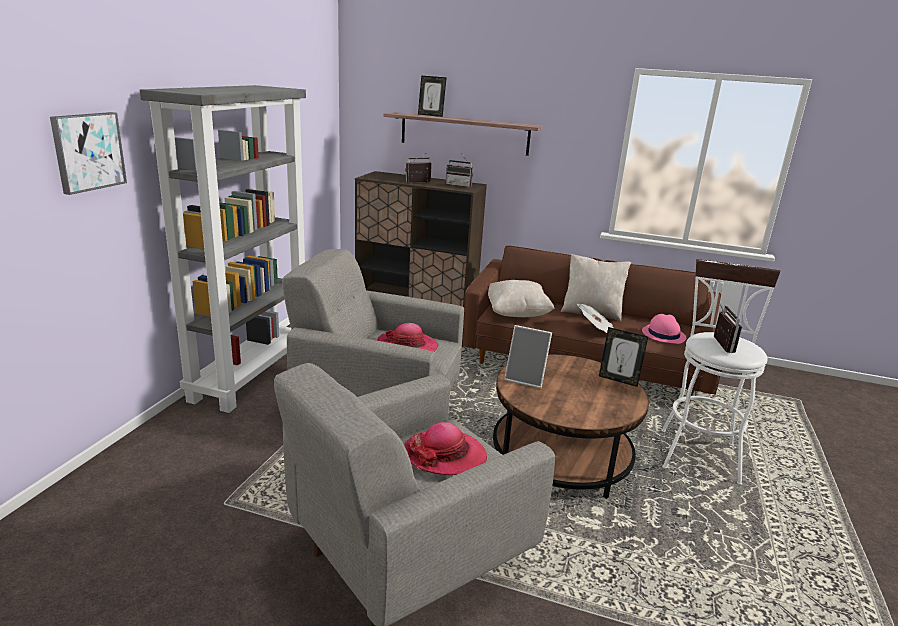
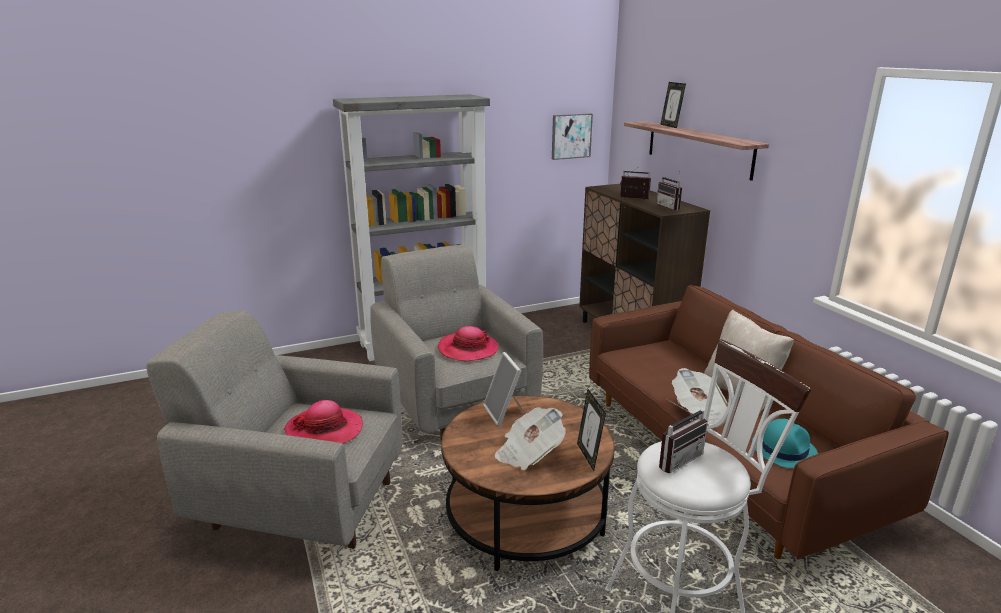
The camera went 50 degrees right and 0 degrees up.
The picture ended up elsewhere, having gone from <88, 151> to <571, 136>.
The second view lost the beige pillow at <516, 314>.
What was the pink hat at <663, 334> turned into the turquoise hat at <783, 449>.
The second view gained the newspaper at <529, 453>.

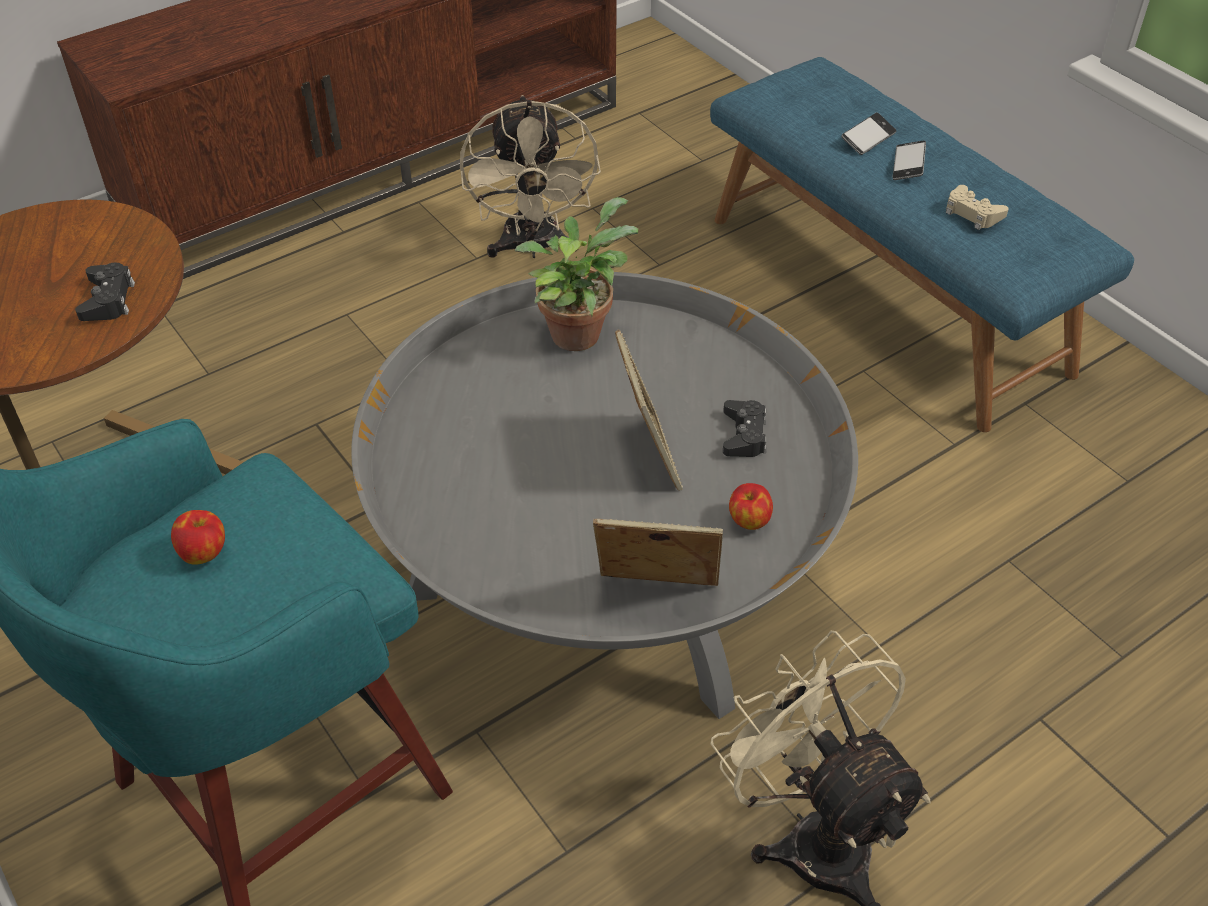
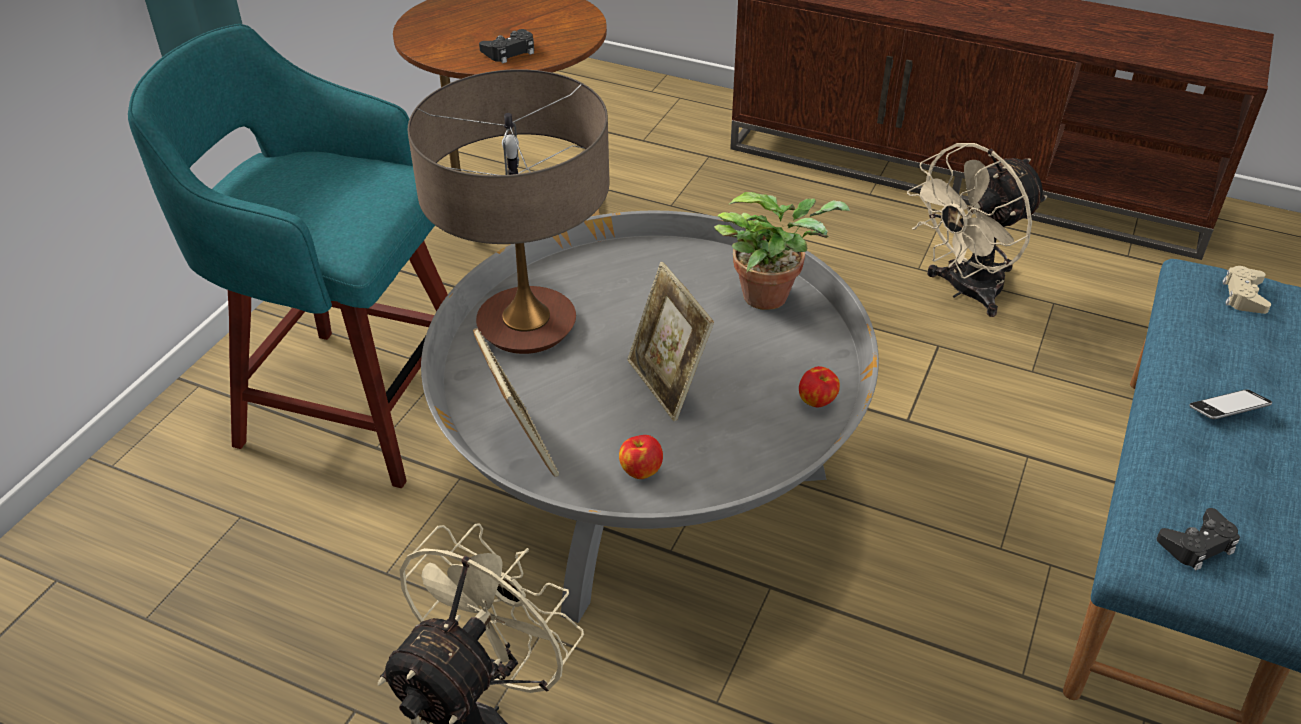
The camera went 60 degrees right and 5 degrees down.
The second view lost the phone at <868, 138>.
The beige game controller ended up elsewhere, having gone from <972, 213> to <1243, 296>.
The picture frame at <647, 454> ended up facing another way, 105 degrees clockwise from before.
The black game controller ended up elsewhere, having gone from <744, 435> to <1197, 545>.
The apple ended up elsewhere, having gone from <204, 553> to <817, 401>.
The second view gained the table lamp at <527, 326>.

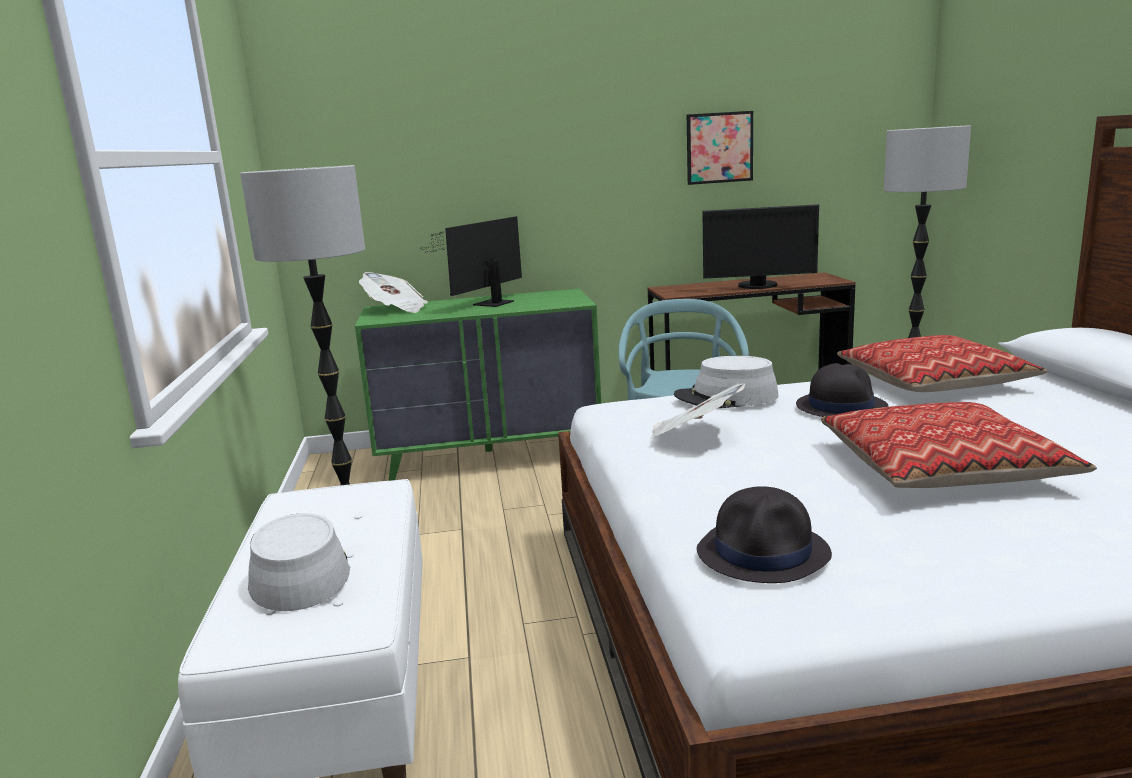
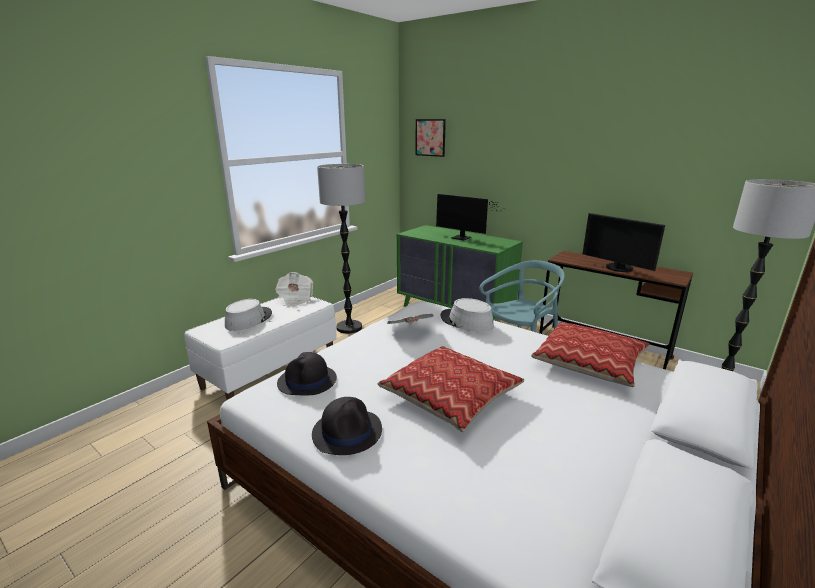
The camera went 45 degrees right and 5 degrees up.
The picture ended up elsewhere, having gone from <719, 148> to <430, 137>.
The monitor at <488, 304> ended up facing another way, 135 degrees counterclockwise from before.
The newspaper ended up elsewhere, having gone from <396, 309> to <295, 299>.
The black hat ended up elsewhere, having gone from <840, 407> to <347, 432>.

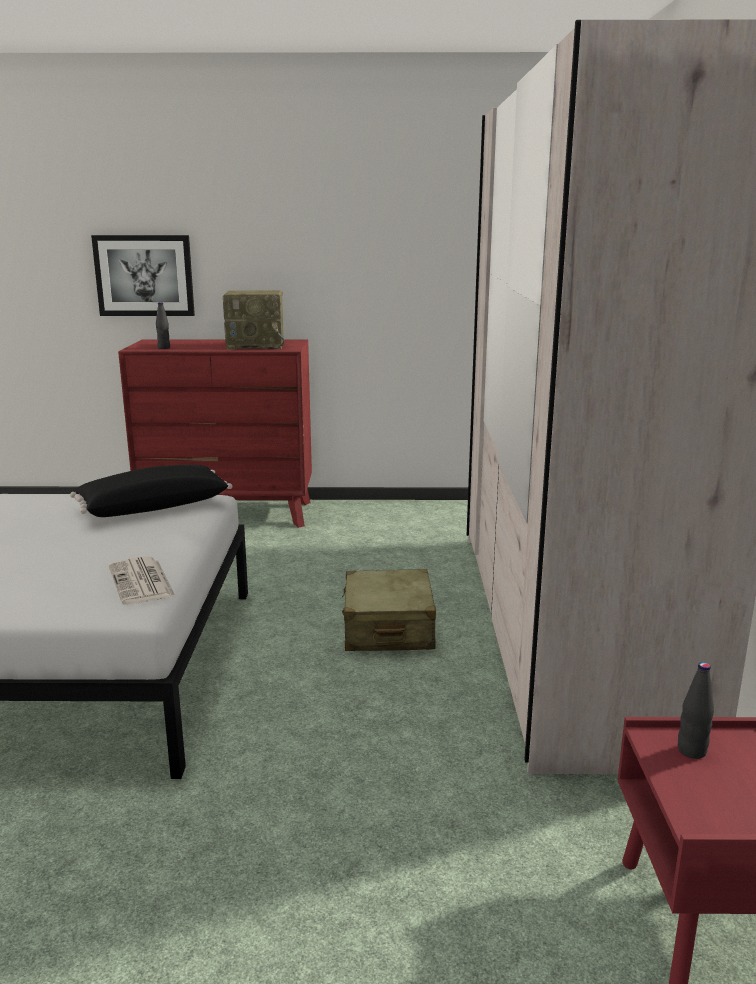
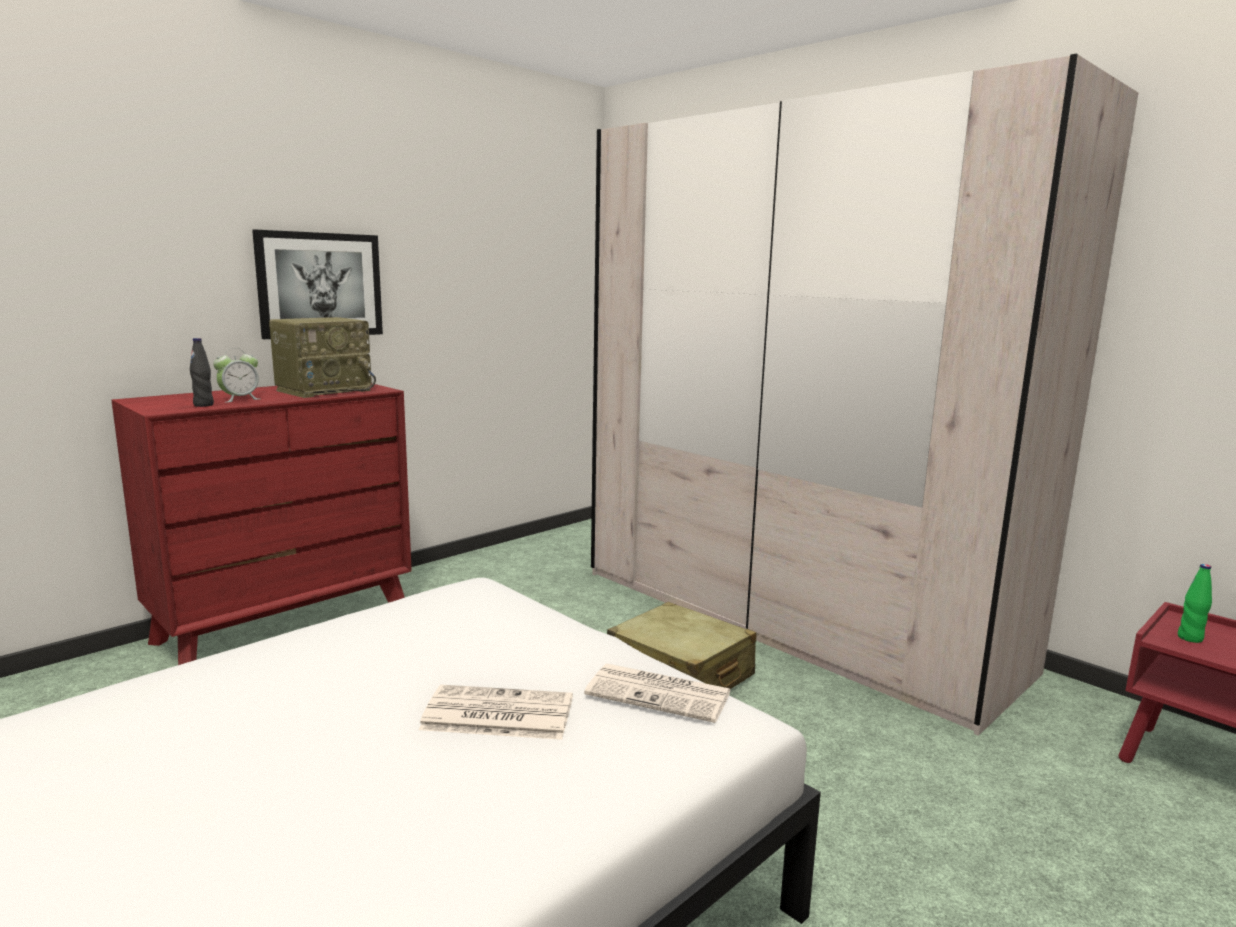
The camera went 45 degrees left and 5 degrees down.
The picture ended up elsewhere, having gone from <144, 275> to <320, 285>.
The second view lost the black pillow at <153, 507>.
What was the black bottle at <691, 751> turned into the green bottle at <1190, 638>.
The second view gained the alarm clock at <239, 399>.
The second view gained the newspaper at <496, 714>.

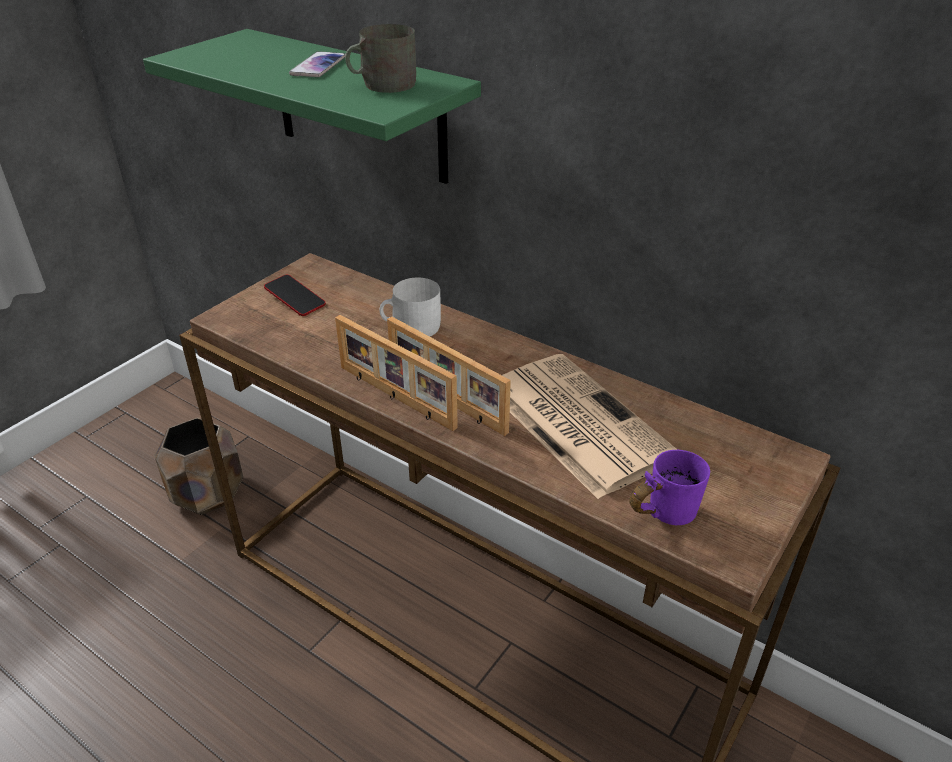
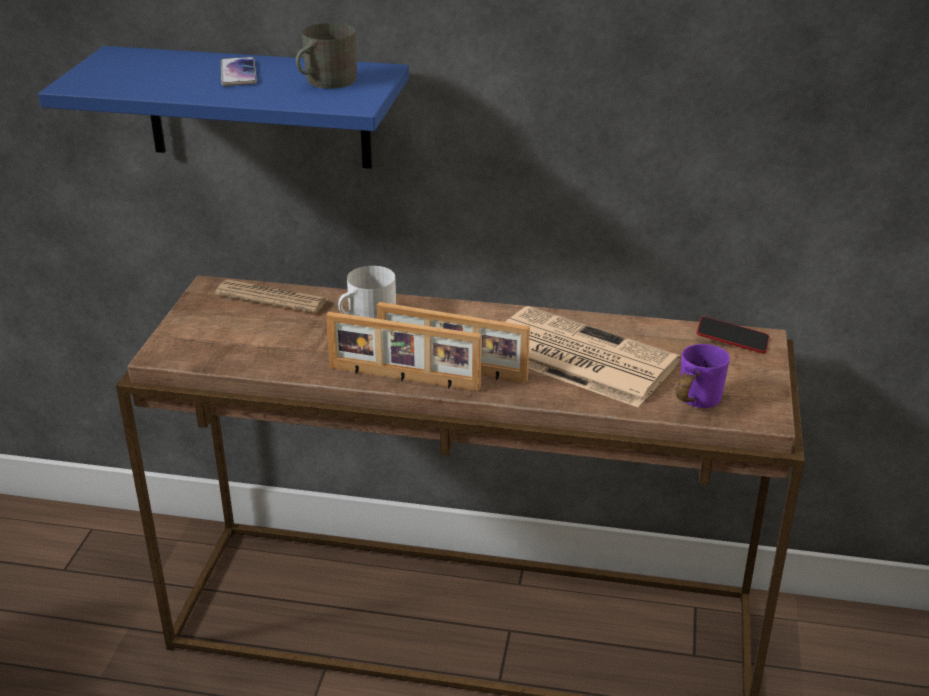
The camera went 25 degrees left and 5 degrees down.
What was the green shelf at <359, 106> turned into the blue shelf at <258, 108>.
The phone ended up elsewhere, having gone from <295, 299> to <732, 339>.
The second view lost the brown planter at <208, 494>.
The second view gained the newspaper at <272, 298>.

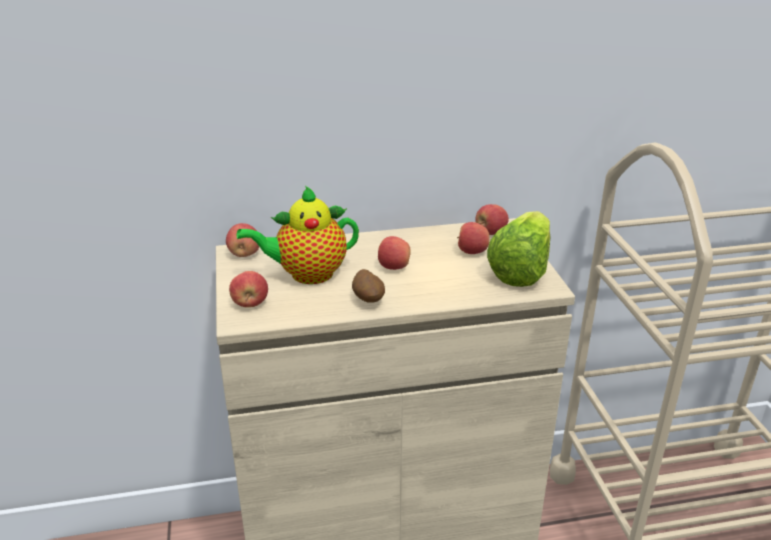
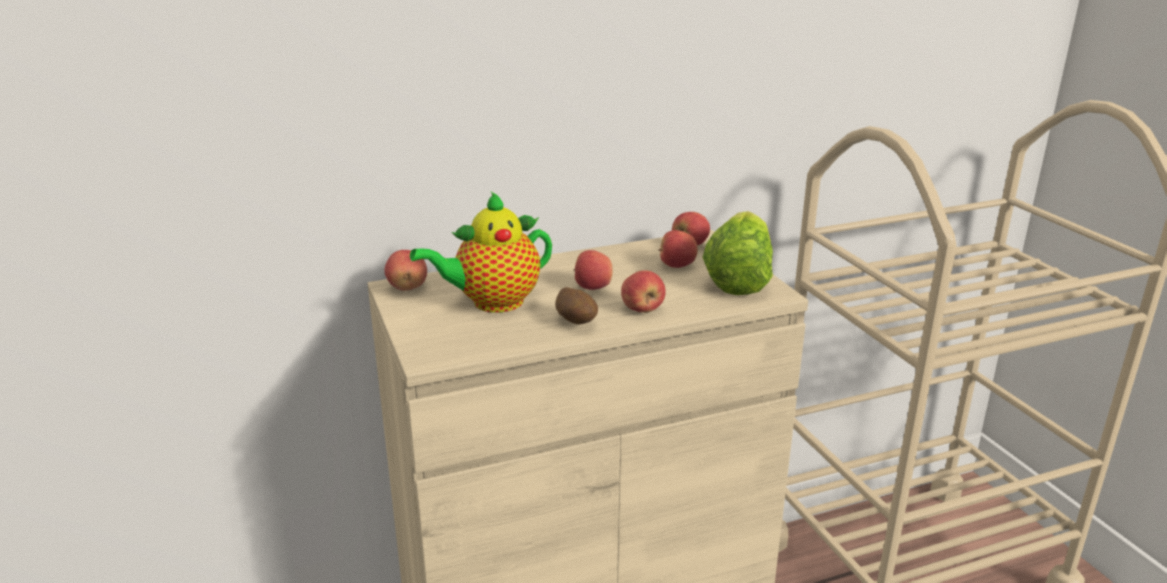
The camera went 10 degrees left and 5 degrees down.
The apple ended up elsewhere, having gone from <250, 303> to <642, 309>.

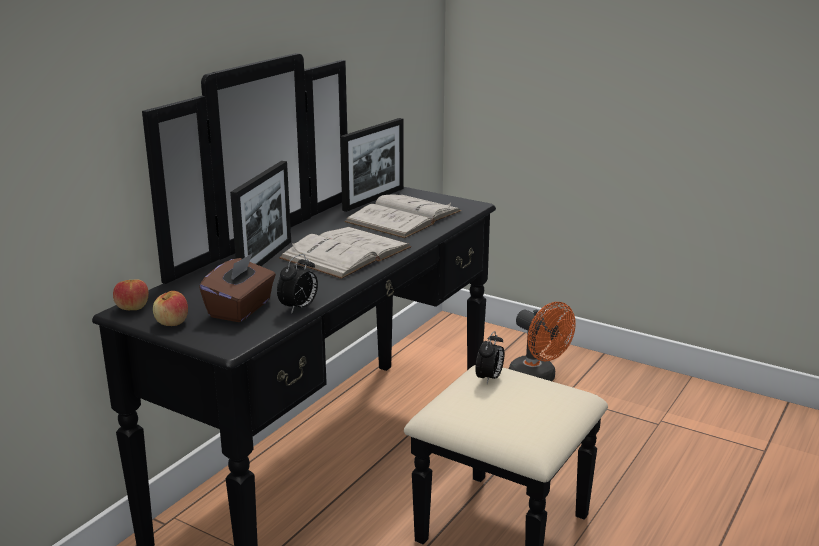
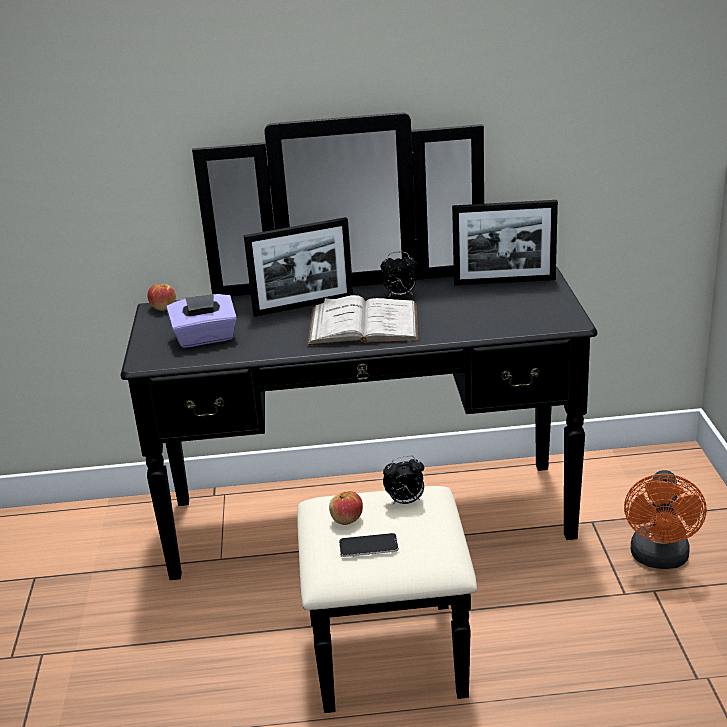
The camera went 55 degrees right and 5 degrees up.
The second view lost the white book at <403, 216>.
What was the brown tissue box at <241, 309> turned into the purple tissue box at <205, 338>.
The alarm clock ended up elsewhere, having gone from <299, 308> to <400, 296>.
The apple ended up elsewhere, having gone from <172, 322> to <346, 519>.
The second view gained the phone at <368, 546>.

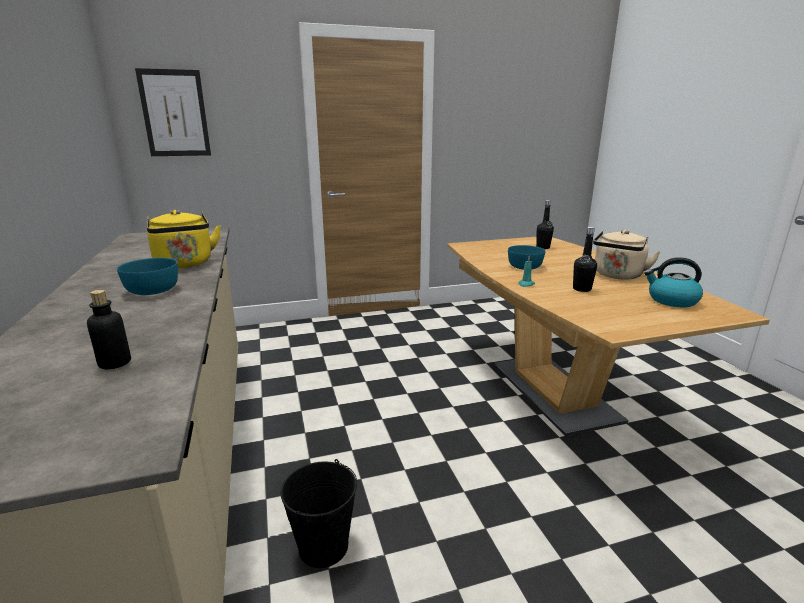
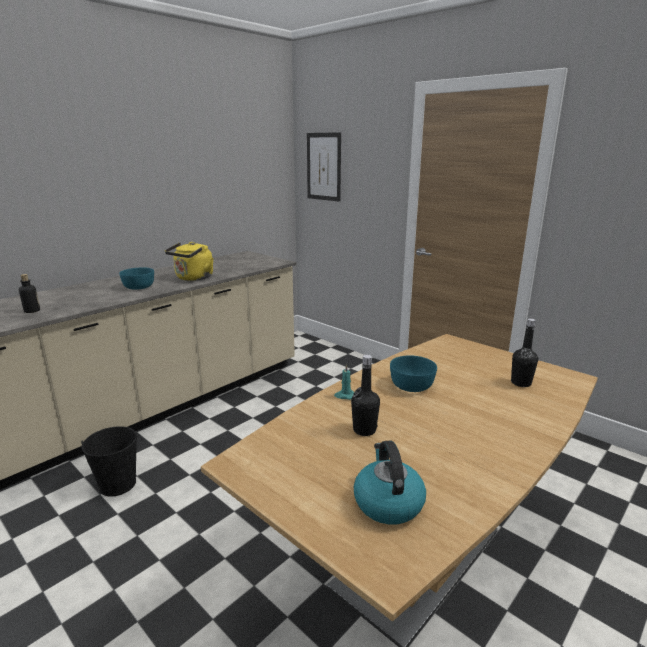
The camera went 60 degrees right and 0 degrees up.
The second view lost the beige kettle at <617, 276>.

